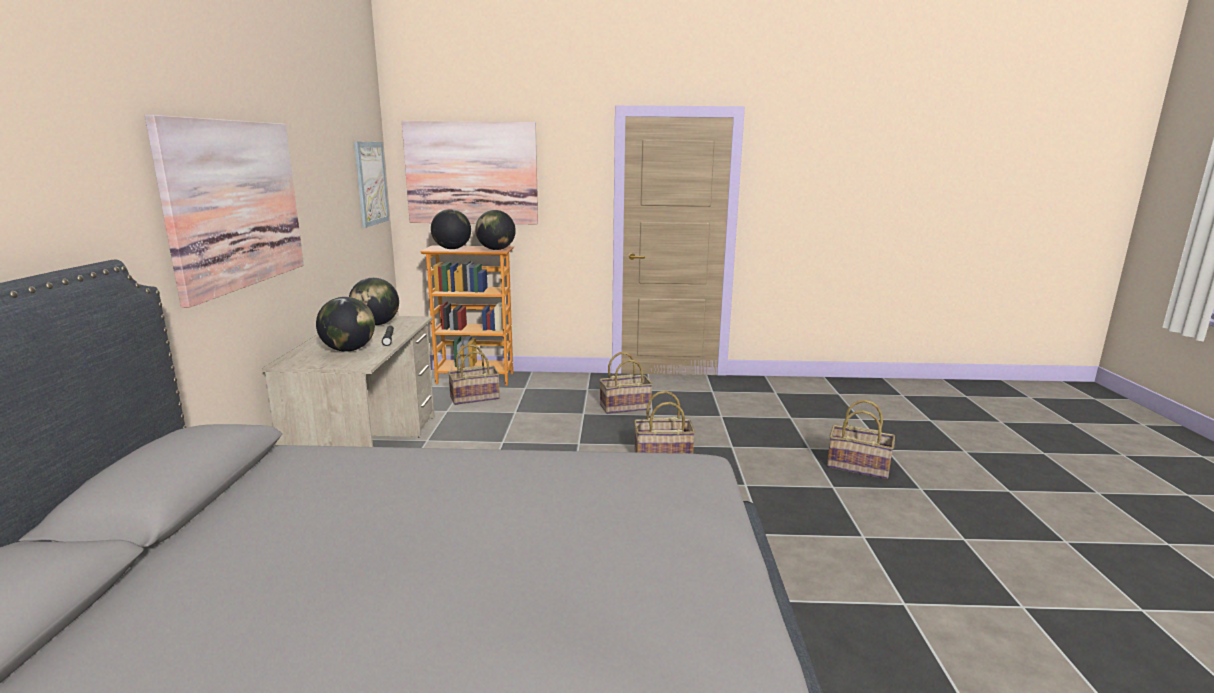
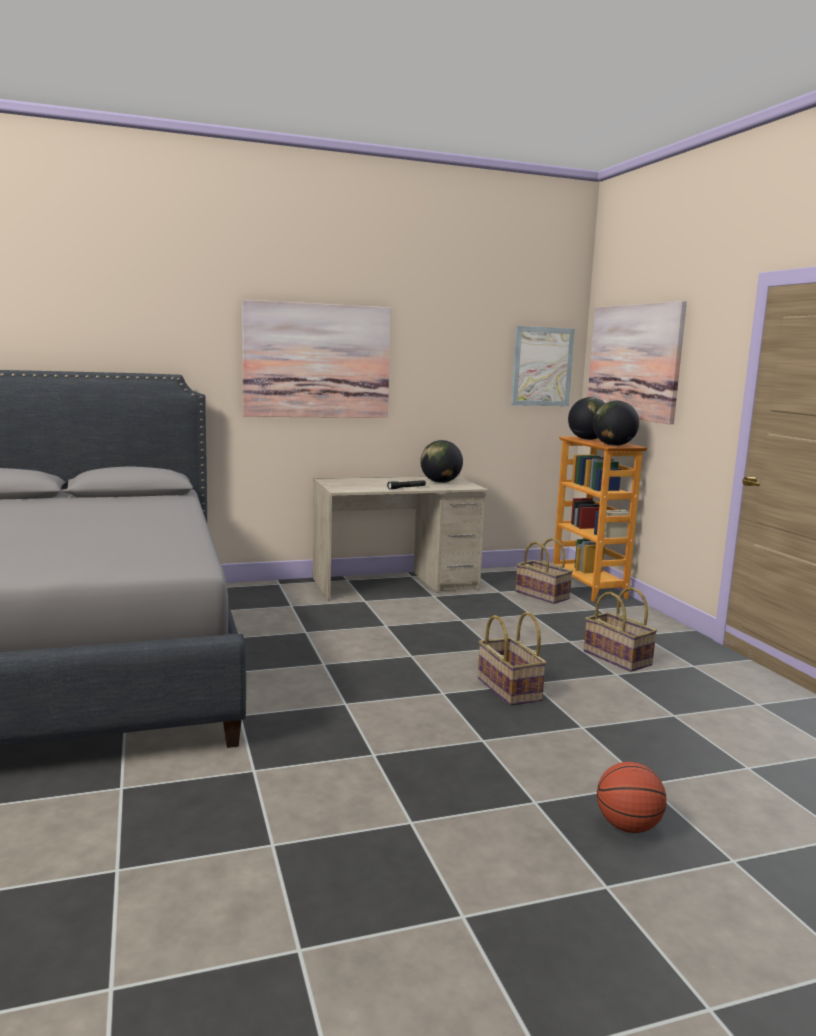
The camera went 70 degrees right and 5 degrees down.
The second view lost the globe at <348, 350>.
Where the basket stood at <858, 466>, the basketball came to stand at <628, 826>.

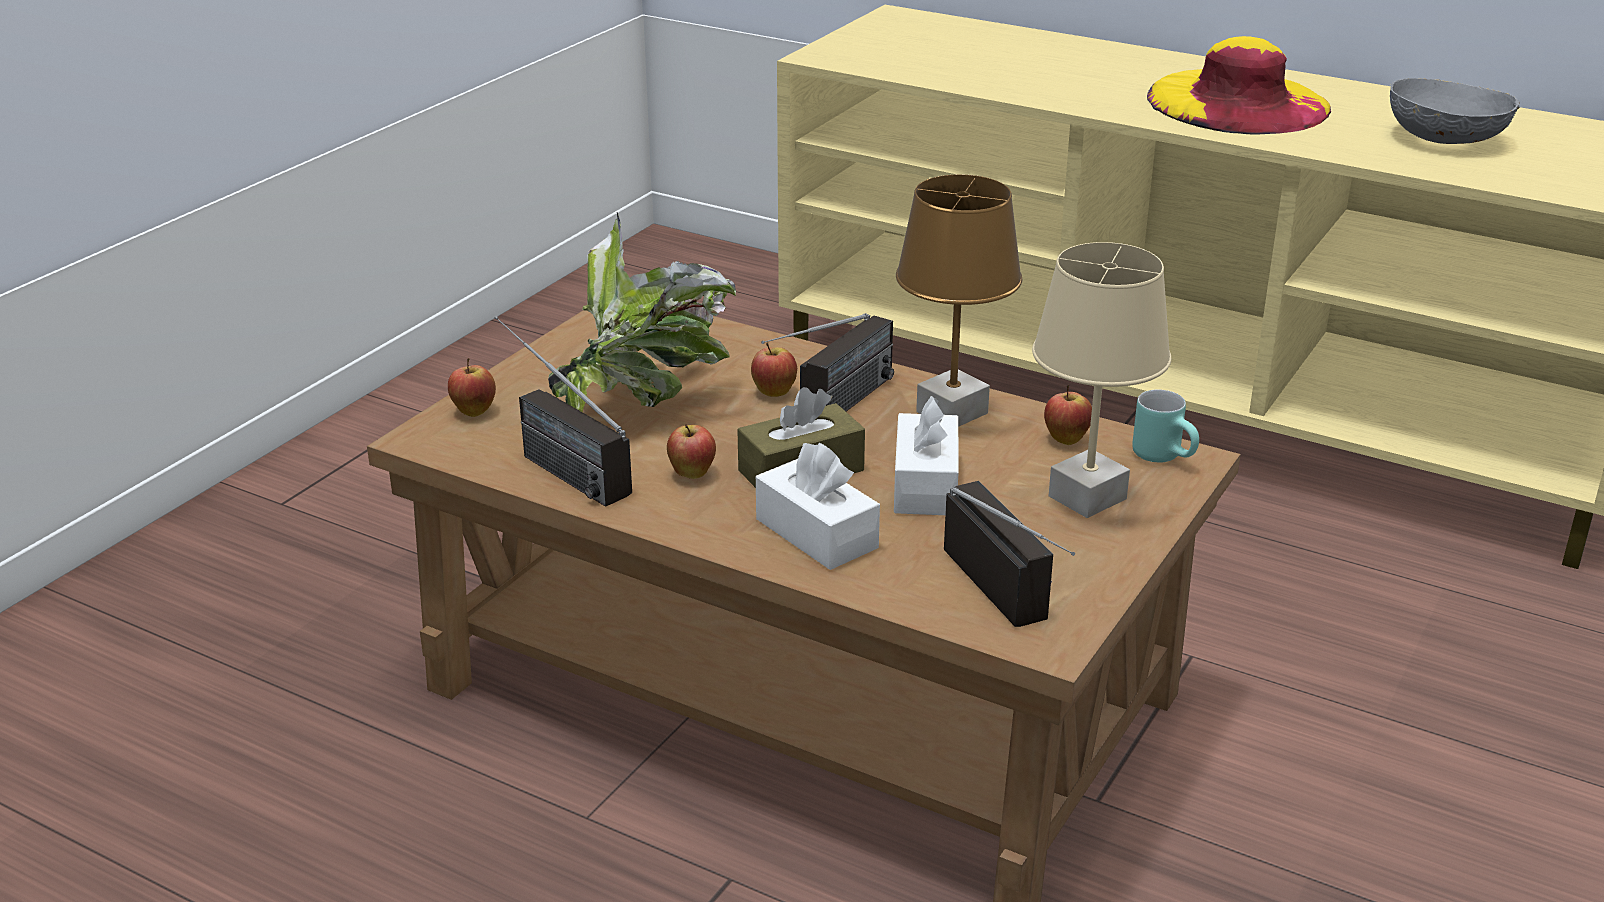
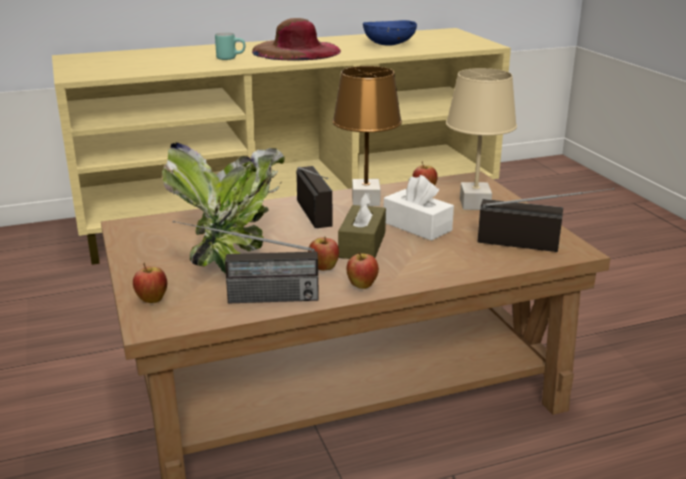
The camera went 50 degrees left and 5 degrees down.
What was the yellow hat at <1238, 102> turned into the brown hat at <296, 51>.
What was the grey bowl at <1445, 139> turned into the blue bowl at <389, 44>.
The apple ended up elsewhere, having gone from <774, 393> to <362, 286>.
The turquoise mug ended up elsewhere, having gone from <1166, 457> to <231, 58>.
The second view lost the white tissue box at <816, 533>.

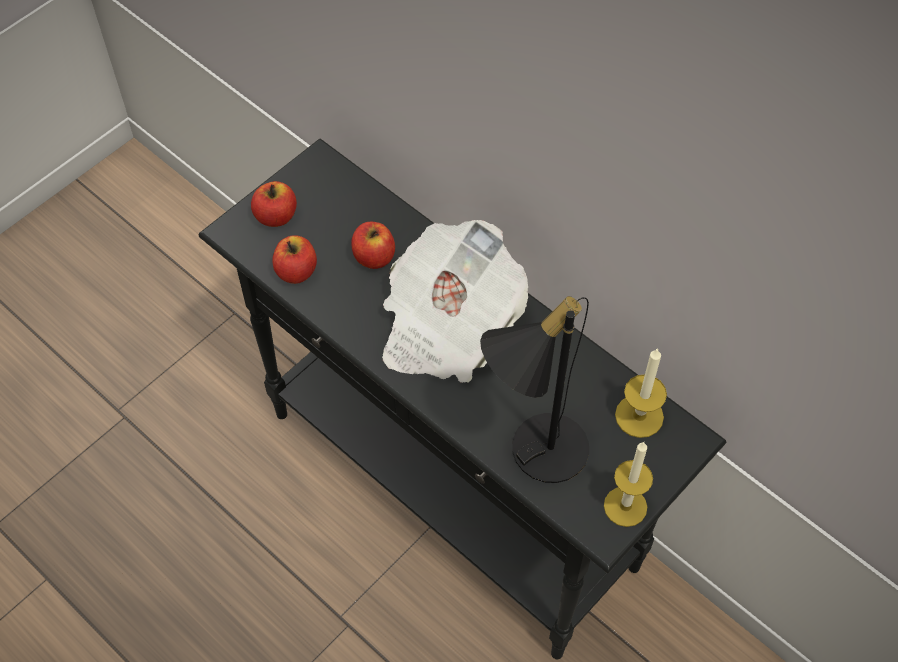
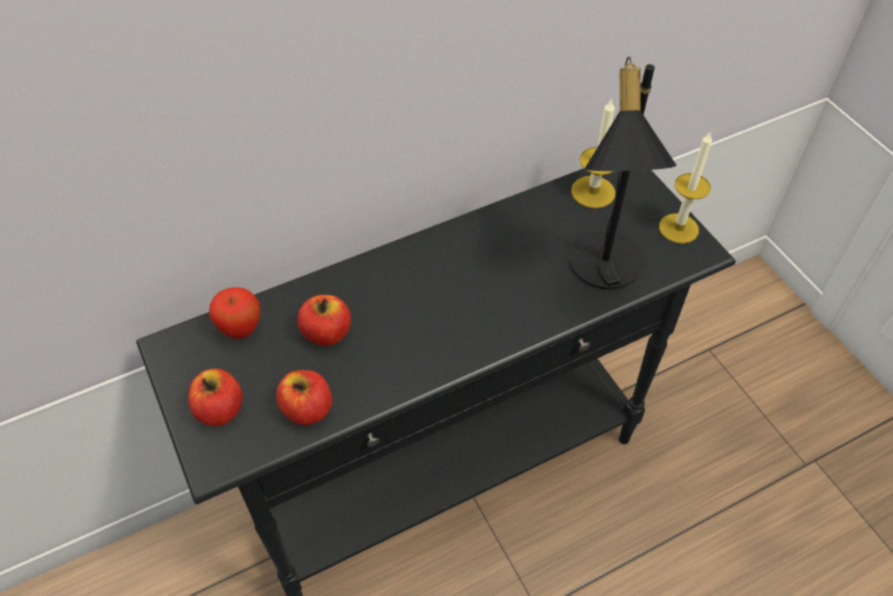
The camera went 70 degrees left and 5 degrees down.
The second view lost the newspaper at <447, 325>.
The second view gained the apple at <241, 329>.

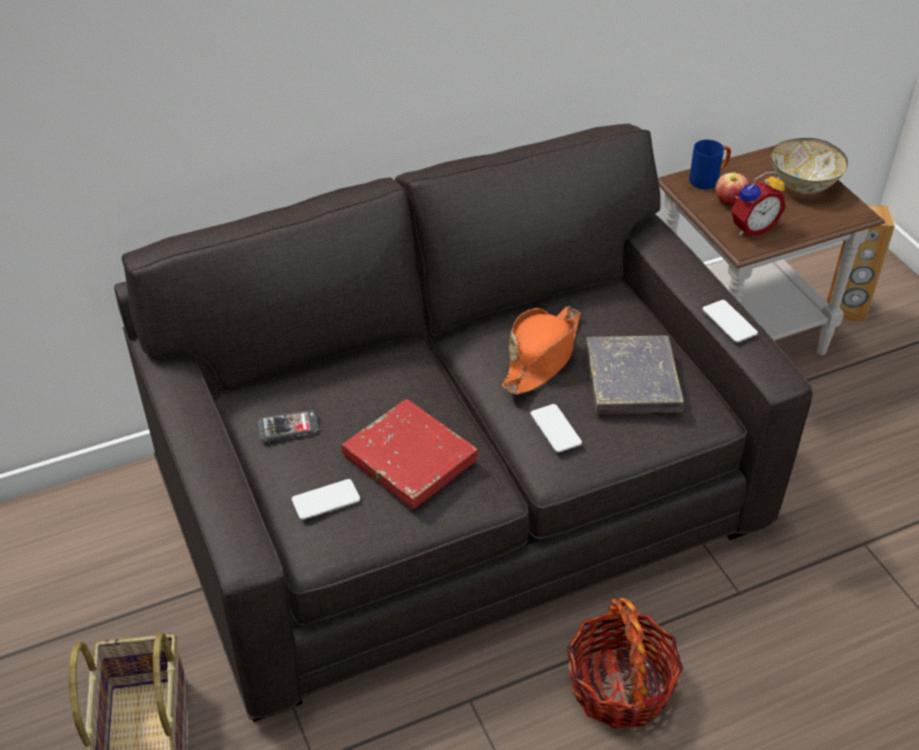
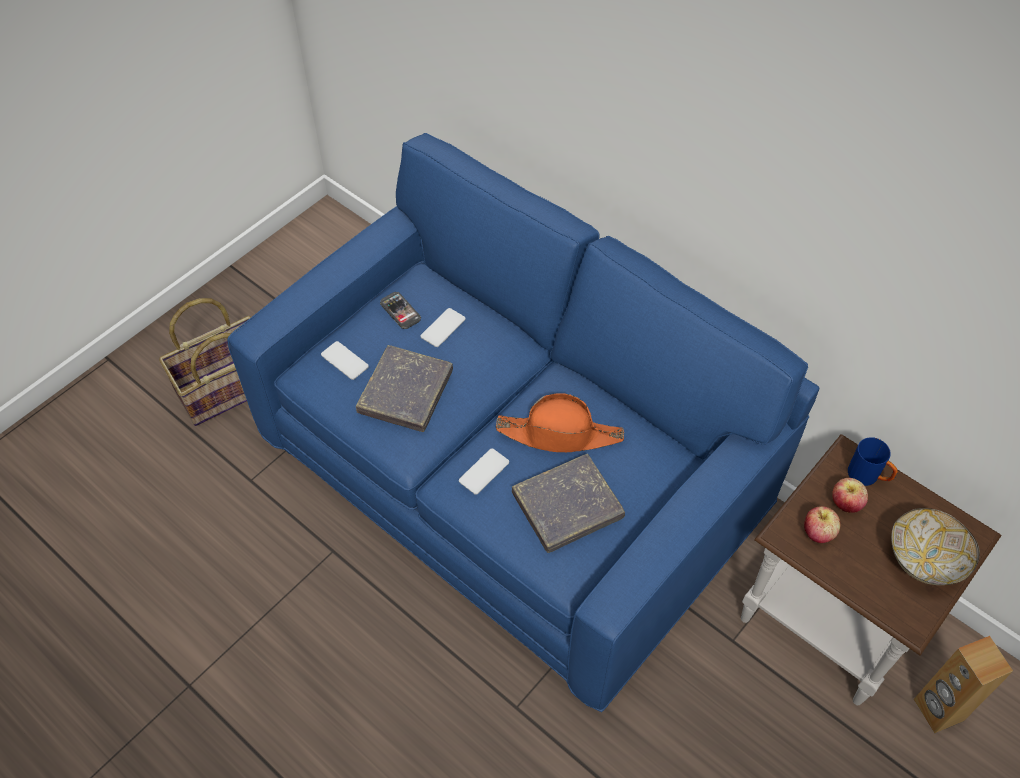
The camera went 65 degrees right and 10 degrees up.
What was the grey sofa at <458, 495> turned into the blue sofa at <512, 471>.
Where the alarm clock stood at <751, 227>, the apple came to stand at <817, 533>.
The phone ended up elsewhere, having gone from <729, 322> to <443, 328>.
What was the red book at <410, 458> turned into the grey book at <406, 392>.
The second view lost the basket at <620, 687>.

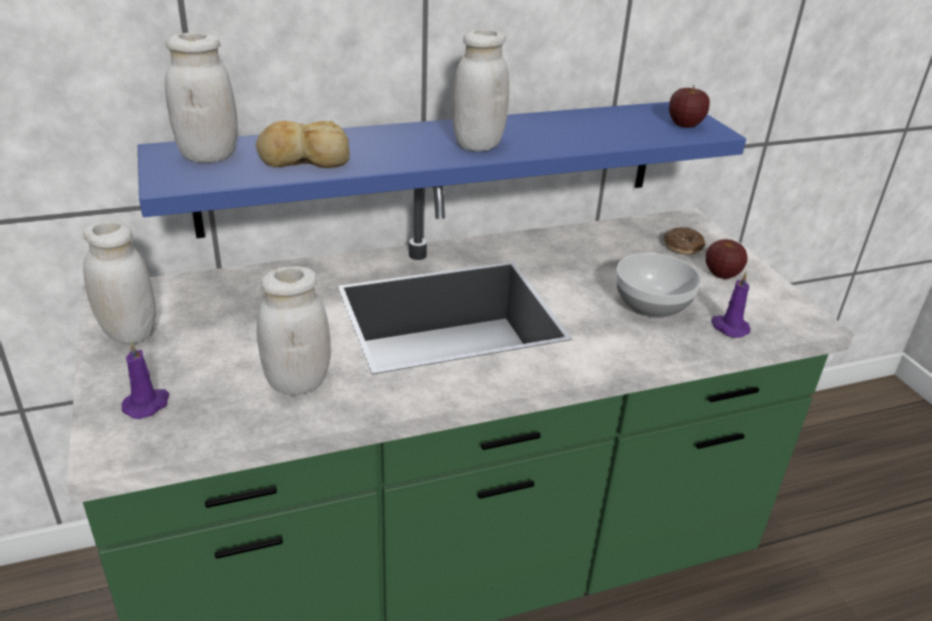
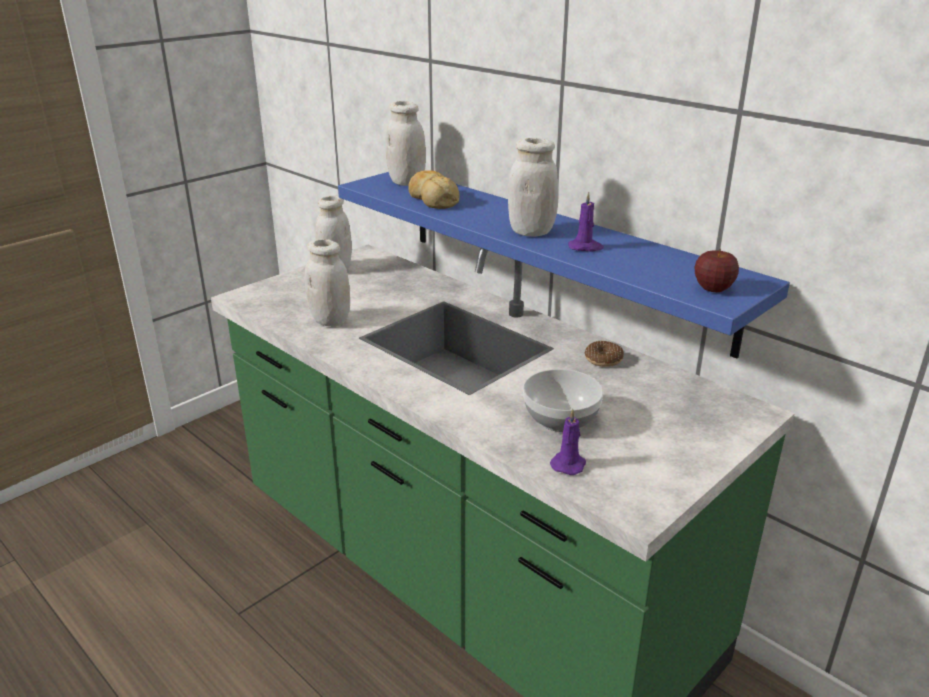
The camera went 65 degrees right and 5 degrees down.
The donut ended up elsewhere, having gone from <682, 247> to <603, 359>.
The second view lost the apple at <722, 275>.
The purple candle ended up elsewhere, having gone from <147, 404> to <585, 247>.

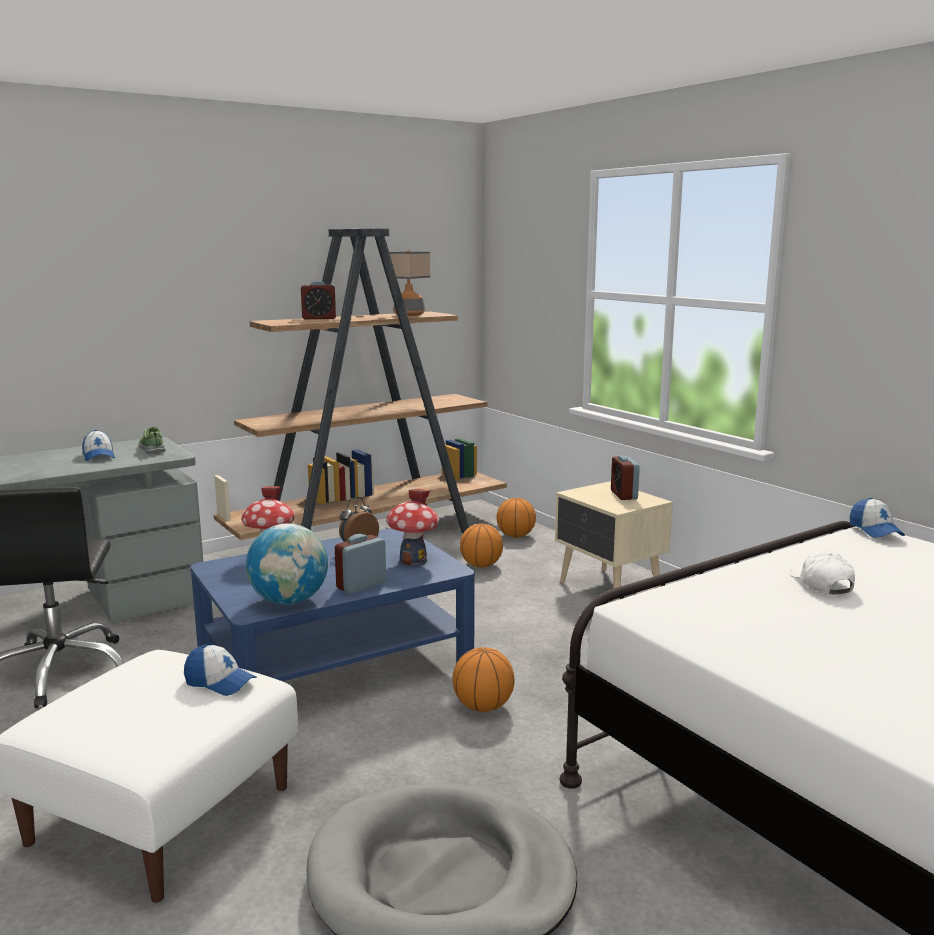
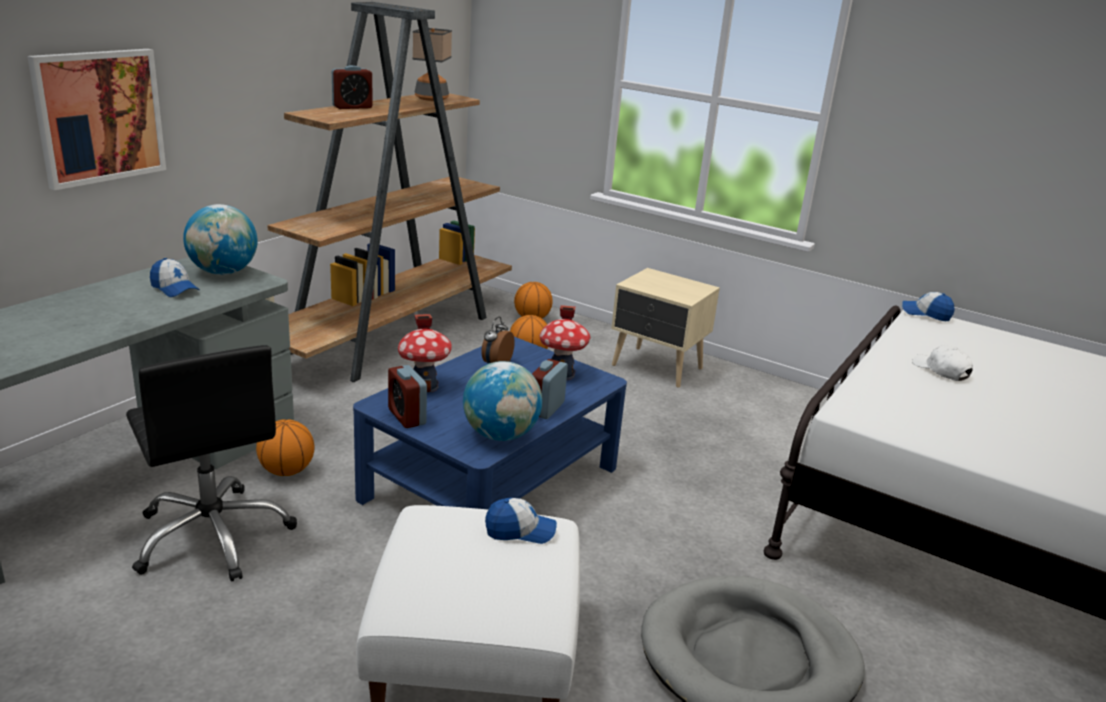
The camera went 25 degrees left and 10 degrees up.
Where the shoe stood at <153, 449>, the globe came to stand at <223, 272>.
The alarm clock ended up elsewhere, having gone from <624, 495> to <407, 417>.
The cap at <875, 530> ended up facing another way, 150 degrees clockwise from before.
The basketball ended up elsewhere, having gone from <483, 707> to <287, 471>.
The second view gained the picture at <99, 116>.

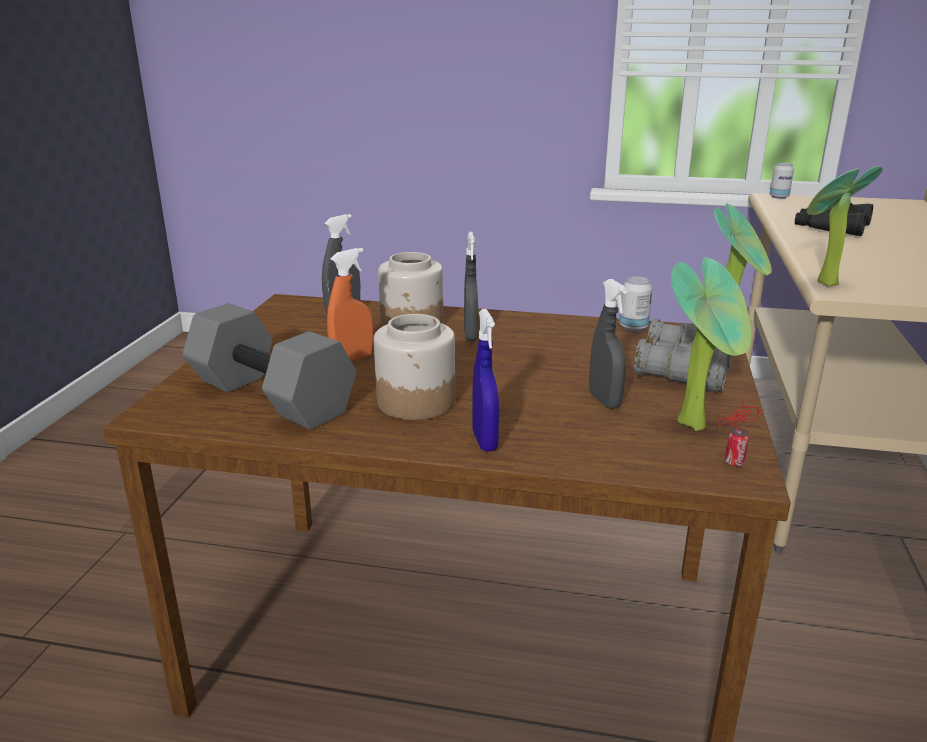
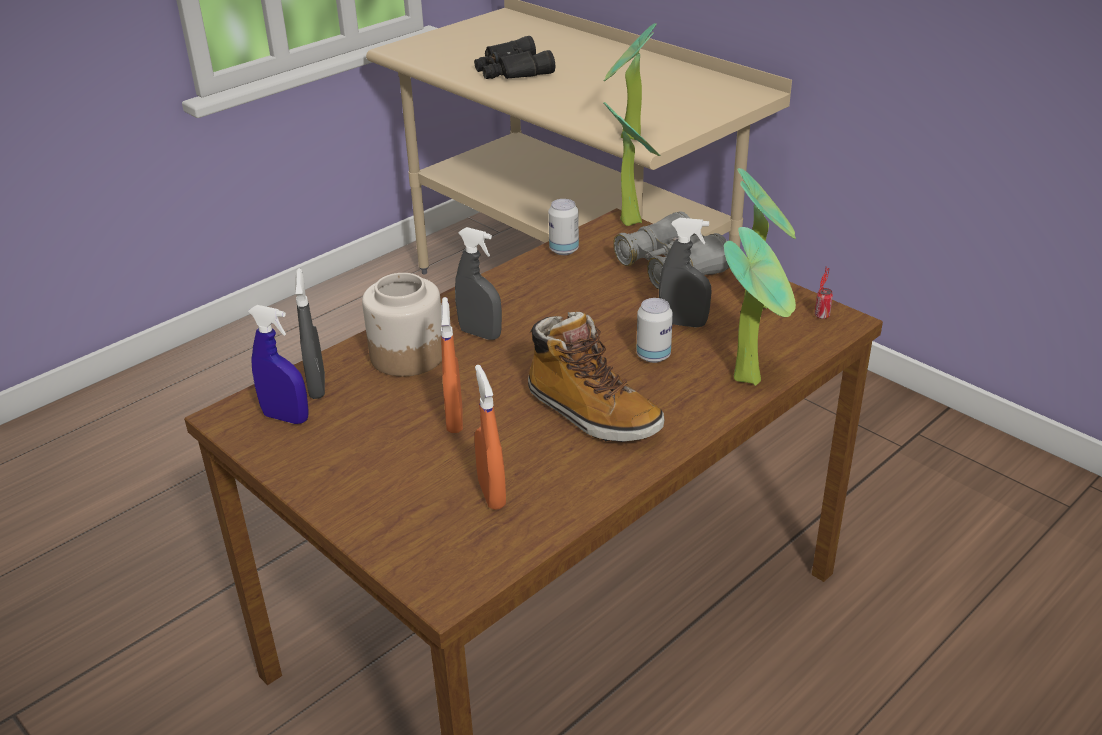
The camera went 55 degrees left and 10 degrees up.
The can ended up elsewhere, having gone from <779, 197> to <653, 356>.
Where the grey dumbbell stood at <274, 396>, the orange spray bottle came to stand at <491, 494>.
The blue spray bottle ended up elsewhere, having gone from <484, 441> to <286, 417>.
Where the jar stood at <417, 402>, the boot came to stand at <591, 414>.
The second view gained the potted plant at <752, 377>.

